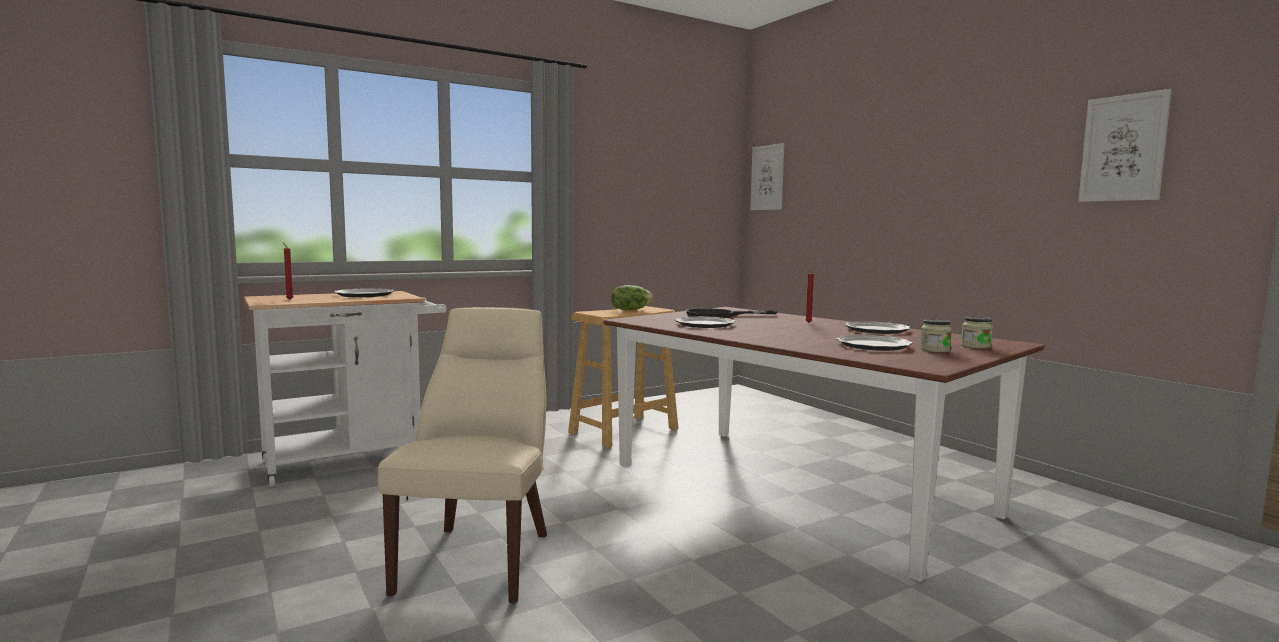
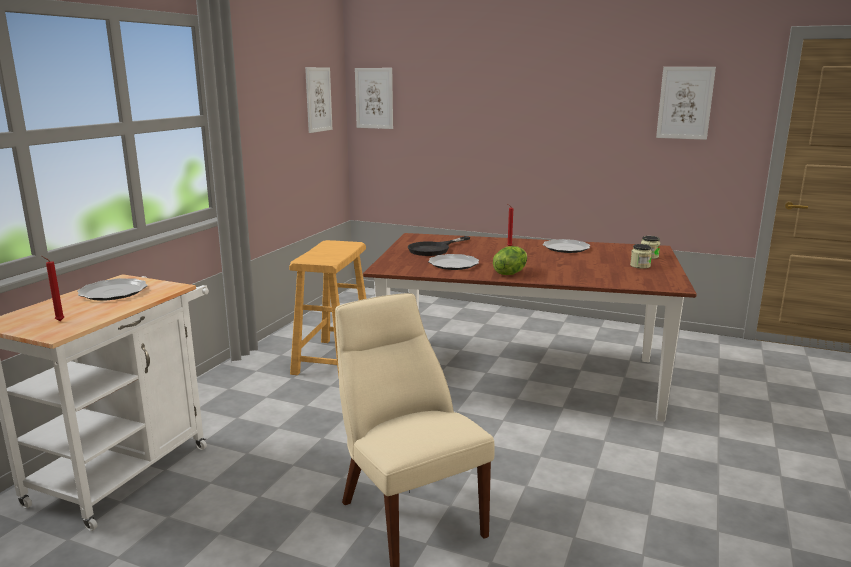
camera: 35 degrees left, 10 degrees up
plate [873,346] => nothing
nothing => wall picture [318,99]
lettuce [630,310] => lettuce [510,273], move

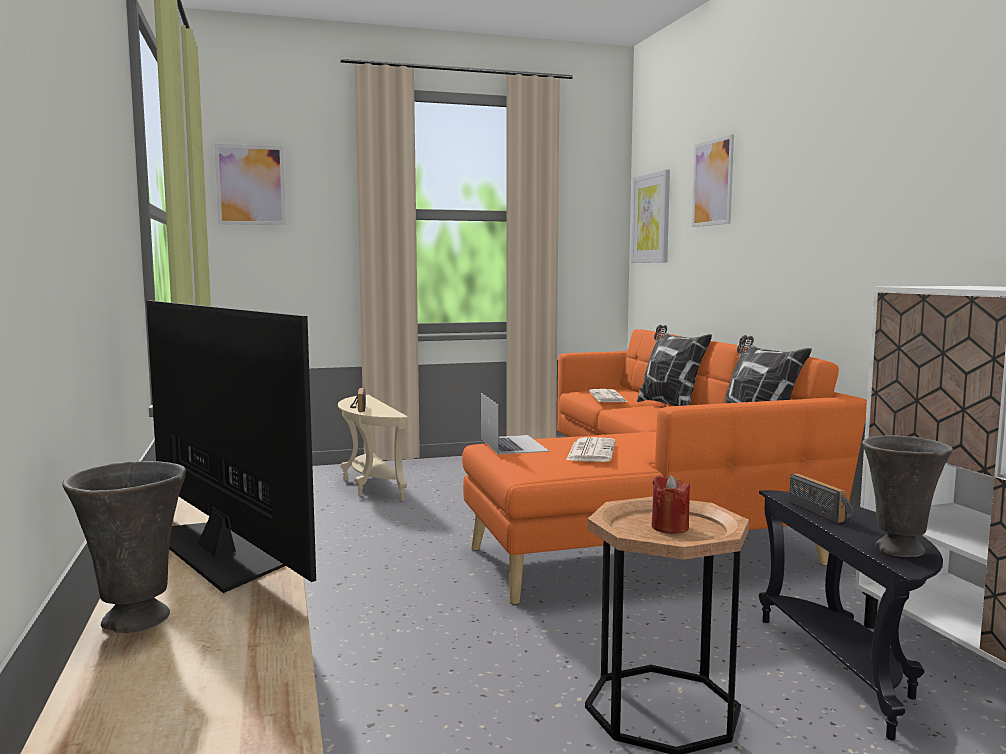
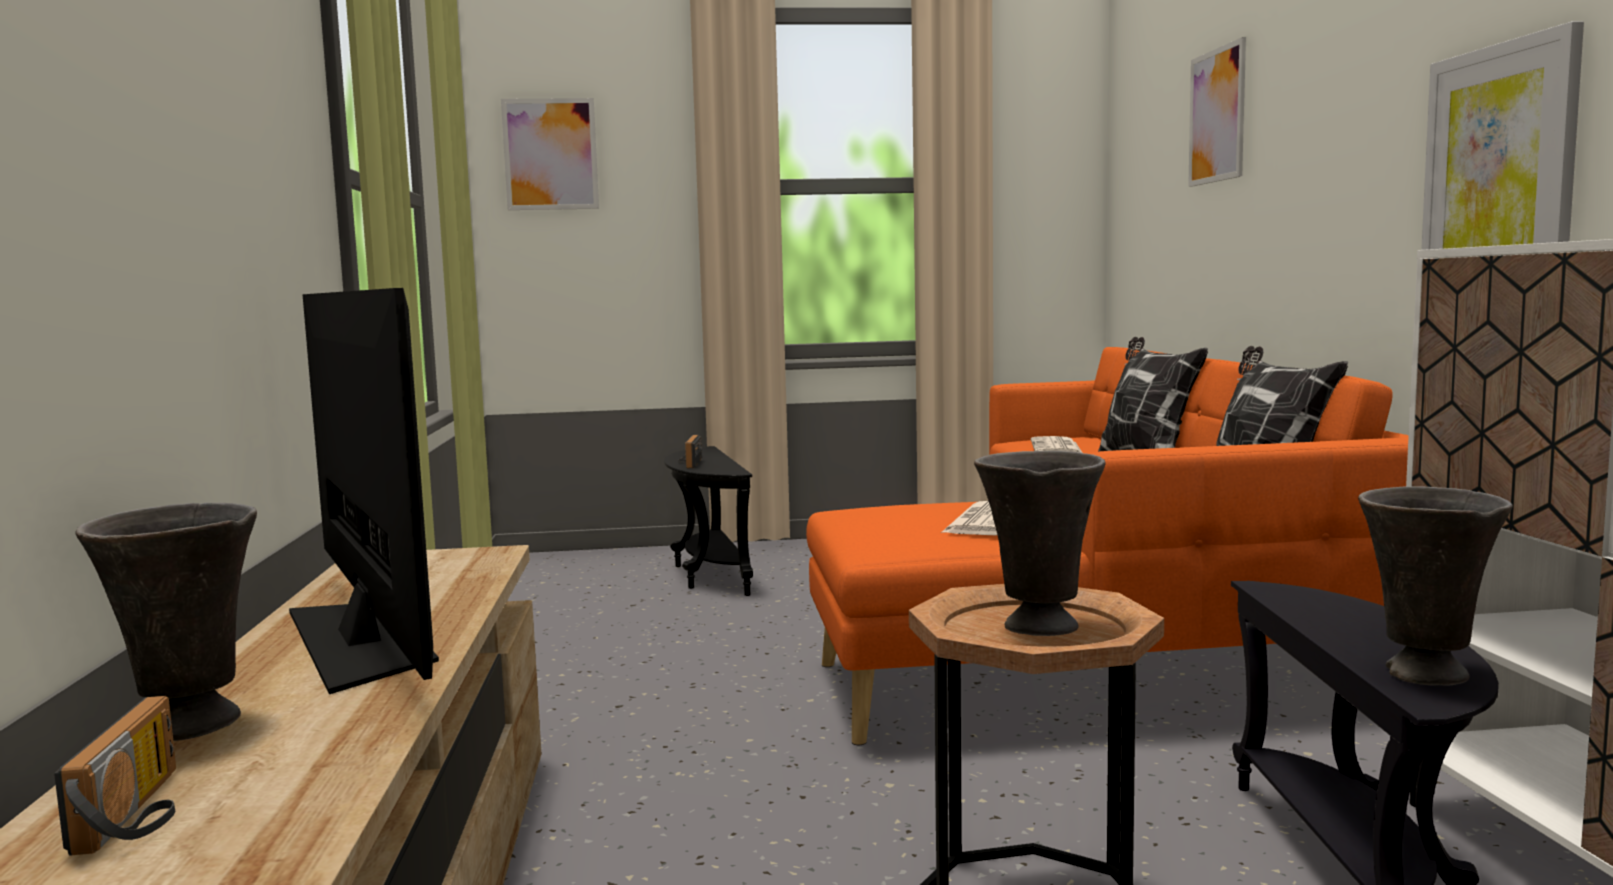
camera: 10 degrees right, 0 degrees up
laptop [513,444] => nothing
wall picture [651,218] => wall picture [1499,167], move
radio receiver [823,512] => radio receiver [143,811], move
reddish candle [670,527] => gray decorative vase [1037,627]
sand-coloured accent table [369,485] => blackish accent table [709,574]

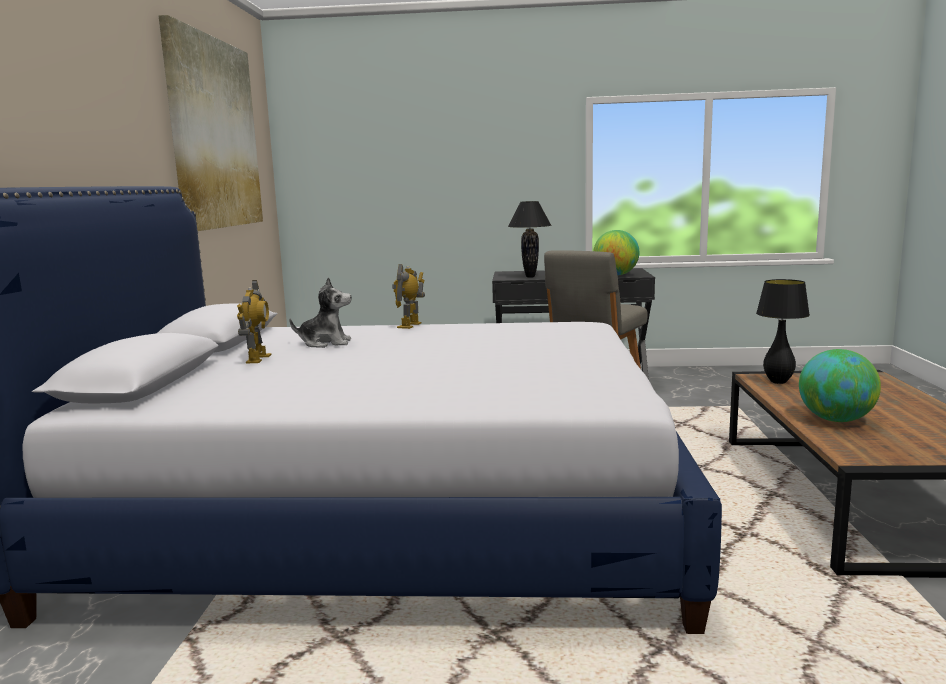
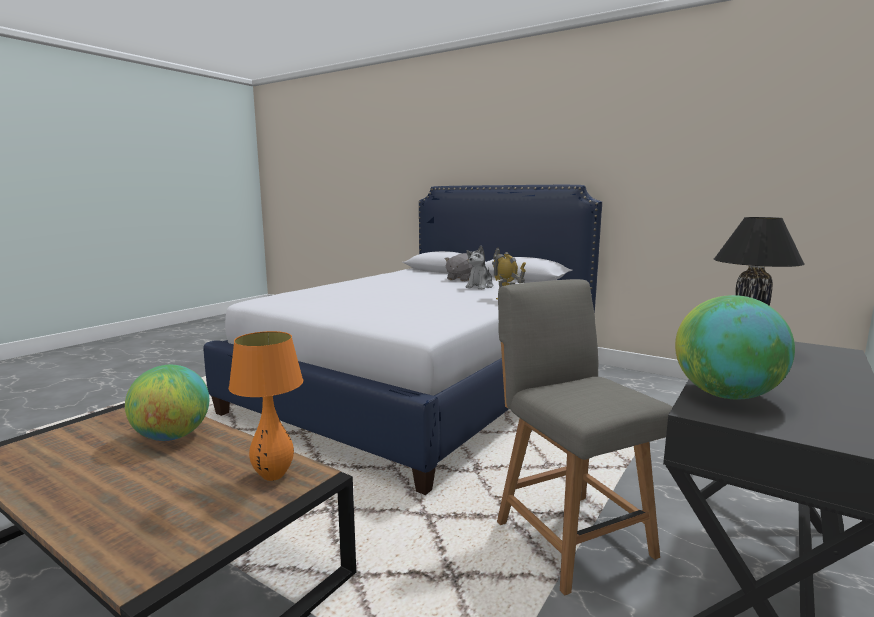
camera: 120 degrees right, 0 degrees up
wall picture [214,134] => nothing
robot figure [257,359] => gray plush toy [461,279]
blackish lamp for a table [778,382] => orangey lamp for a table [273,476]

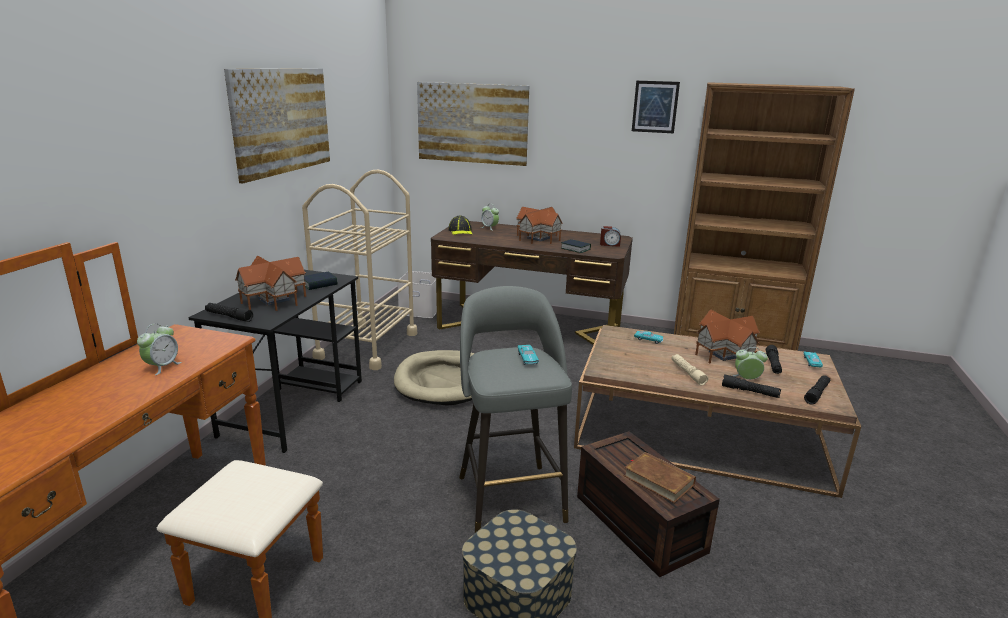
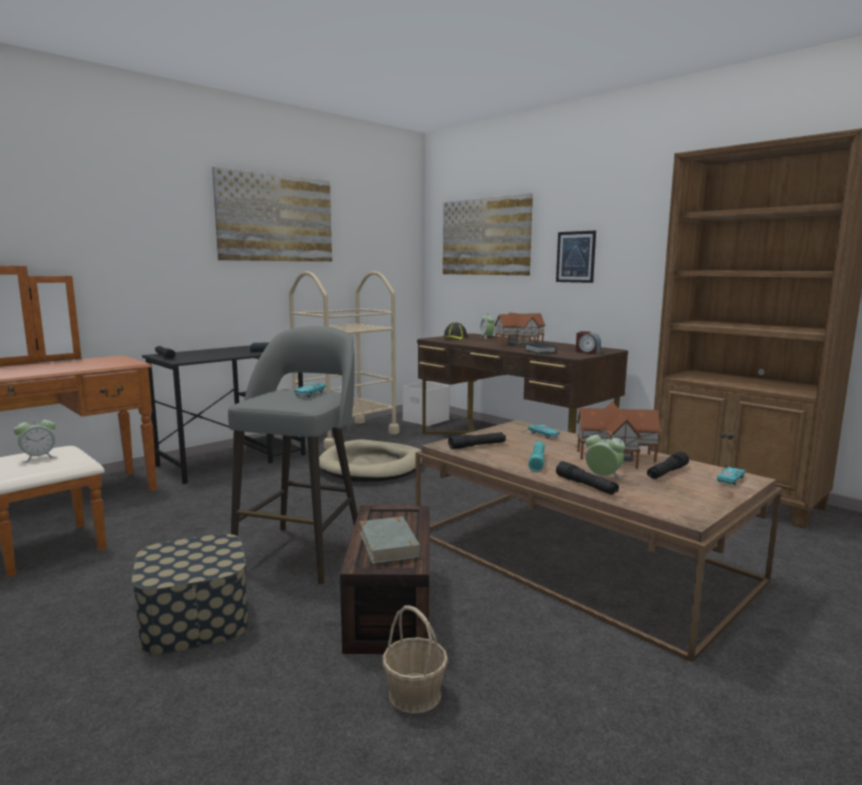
camera: 30 degrees right, 10 degrees down
miniature house [272,300] => nothing
nothing => storage basket [415,694]
alarm clock [162,367] => alarm clock [39,458], move
wall picture [655,107] => wall picture [575,257], move
blackish hand torch [817,394] => blackish hand torch [477,446], move
brownish volume [658,480] => gray volume [389,544]
sand-coloured hand torch [687,373] => turquoise hand torch [537,461]

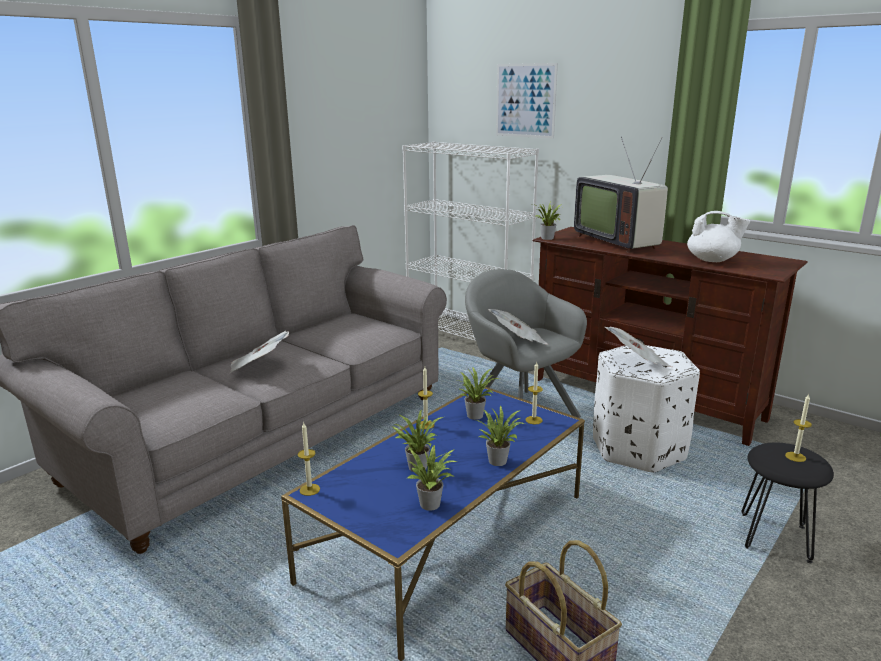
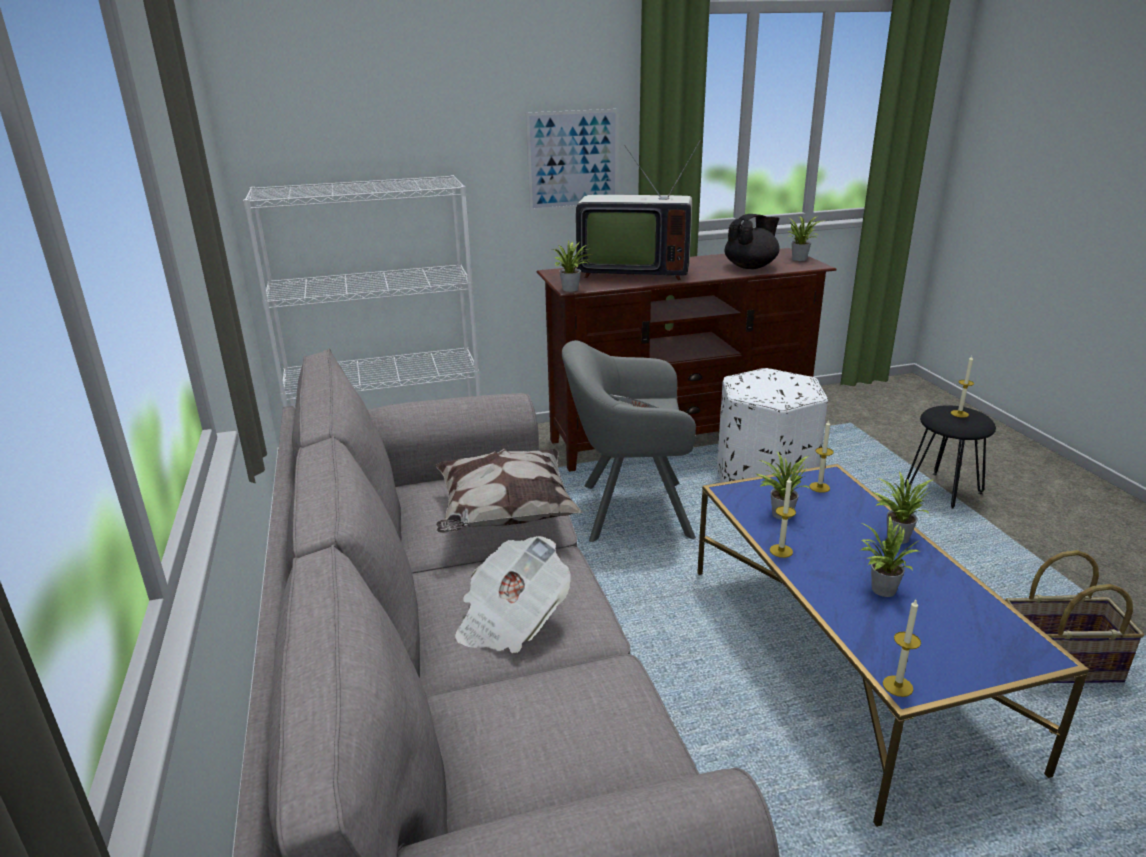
camera: 55 degrees left, 5 degrees up
daily paper [637,363] => nothing
nothing => throw pillow [504,516]
potted plant [432,504] => potted plant [799,258], move
wall picture [525,100] => wall picture [573,160], move
white-coloured teapot [713,260] => blackish teapot [751,267]

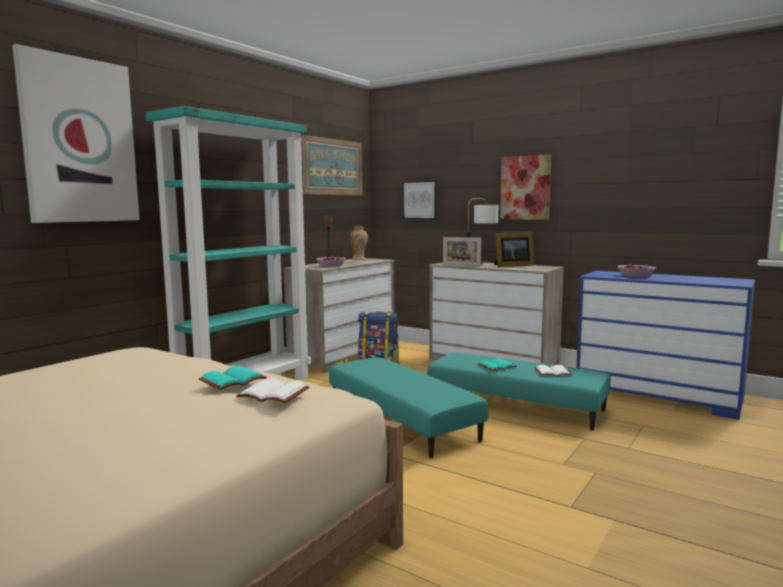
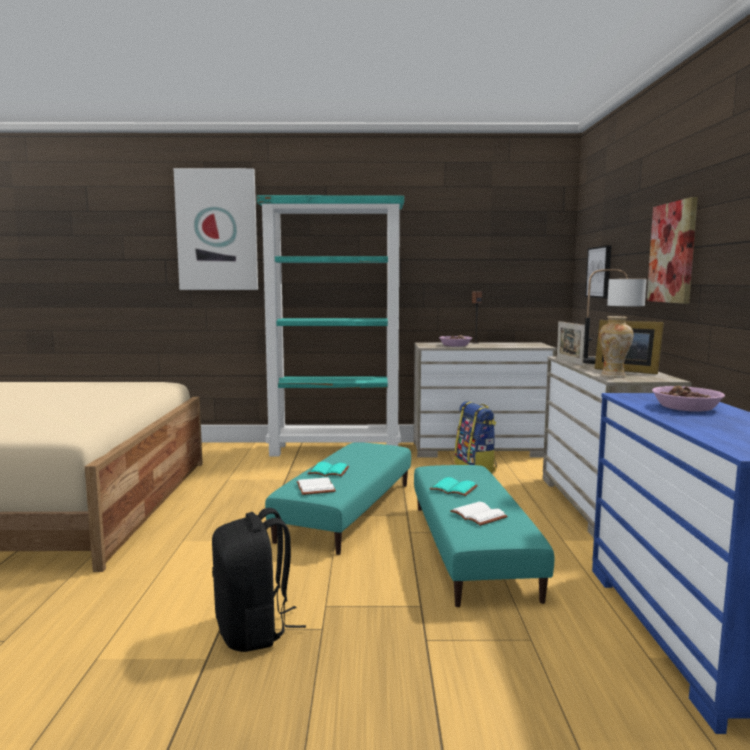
camera: 55 degrees right, 0 degrees up
wall picture [333,167] => nothing
nothing => blackish backpack [254,631]
turquoise volume [233,381] => turquoise volume [327,472], move
white-coloured volume [272,394] => white-coloured volume [314,488], move
decorative vase [359,259] => decorative vase [613,376], move

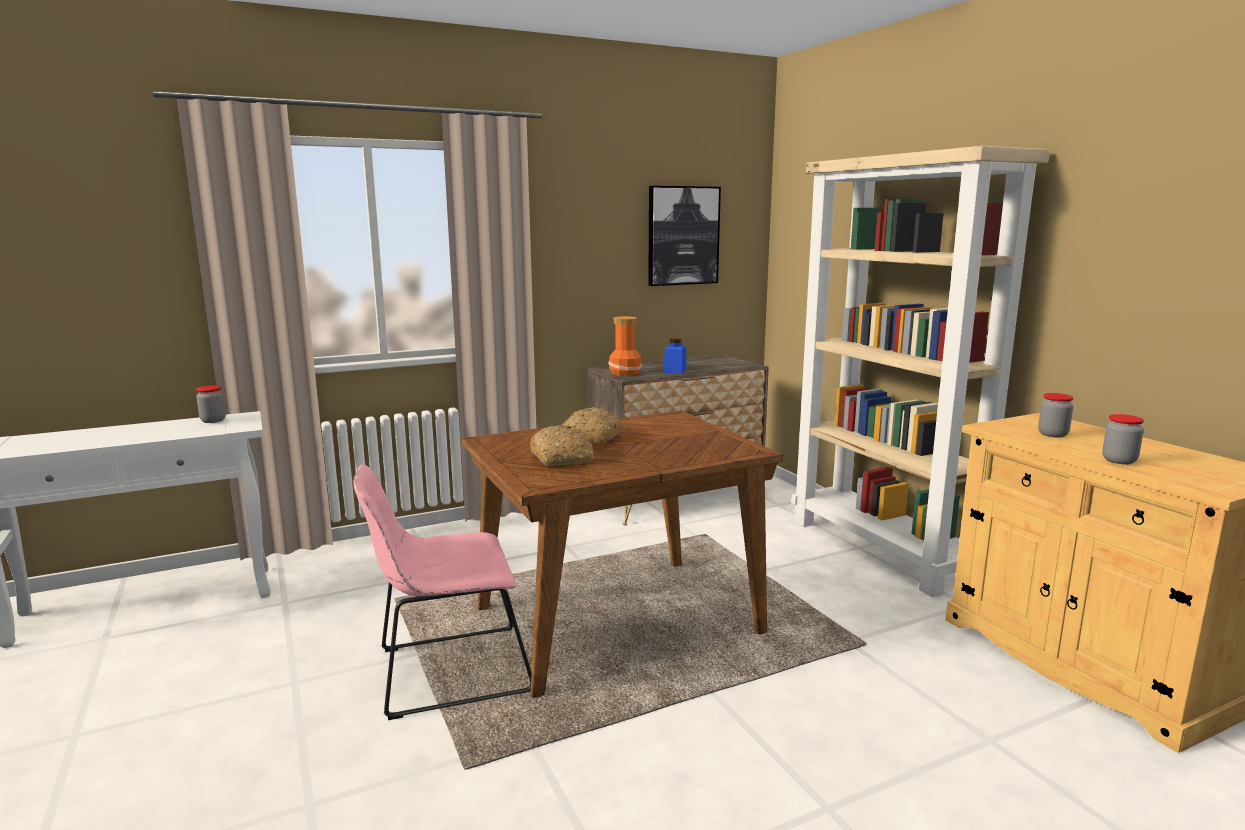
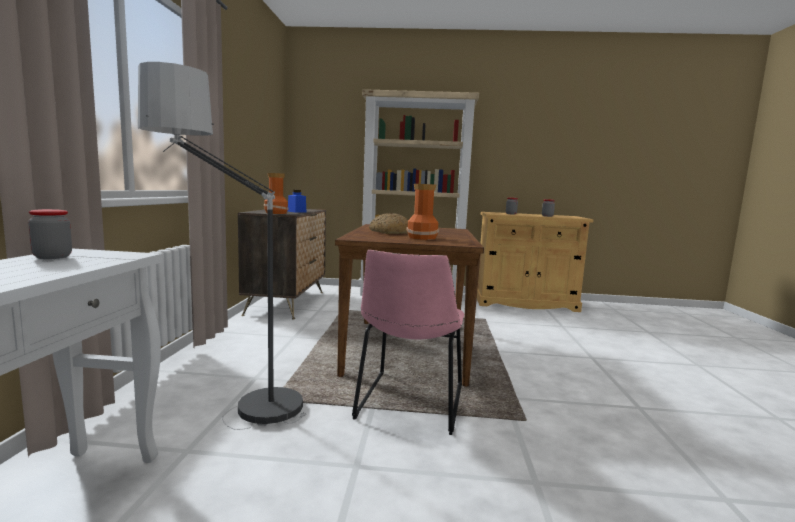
camera: 60 degrees left, 5 degrees down
wall picture [683,236] => nothing
nothing => standard lamp [226,401]
bakery bread [563,458] => decorative vase [422,238]

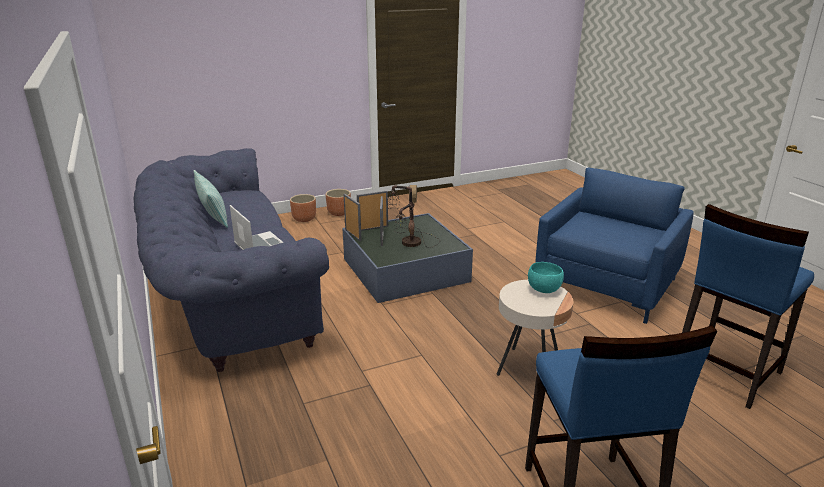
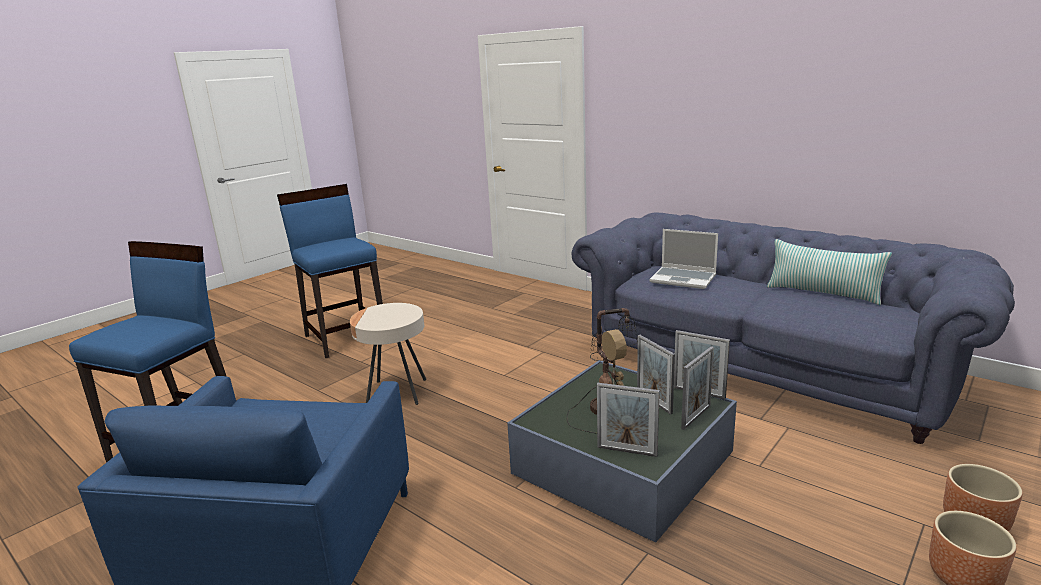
camera: 155 degrees right, 5 degrees down
turquoise bowl [544,290] => nothing
nothing => photo frame [627,451]

